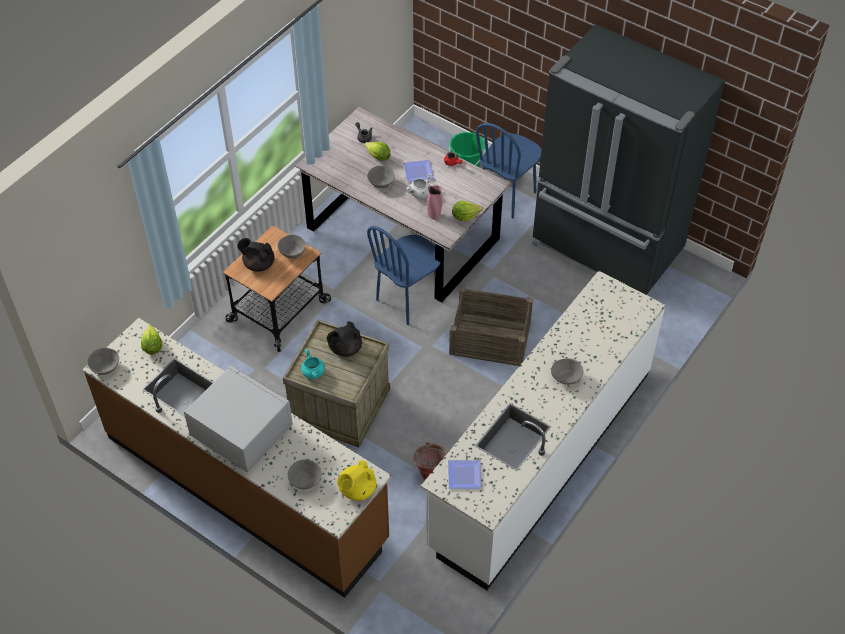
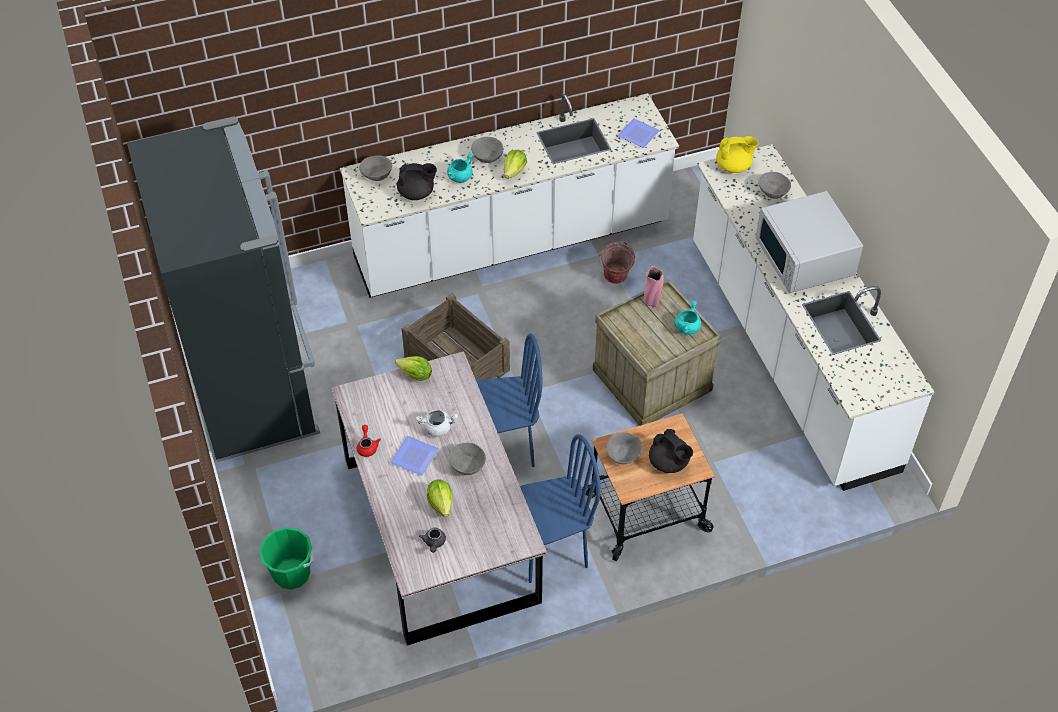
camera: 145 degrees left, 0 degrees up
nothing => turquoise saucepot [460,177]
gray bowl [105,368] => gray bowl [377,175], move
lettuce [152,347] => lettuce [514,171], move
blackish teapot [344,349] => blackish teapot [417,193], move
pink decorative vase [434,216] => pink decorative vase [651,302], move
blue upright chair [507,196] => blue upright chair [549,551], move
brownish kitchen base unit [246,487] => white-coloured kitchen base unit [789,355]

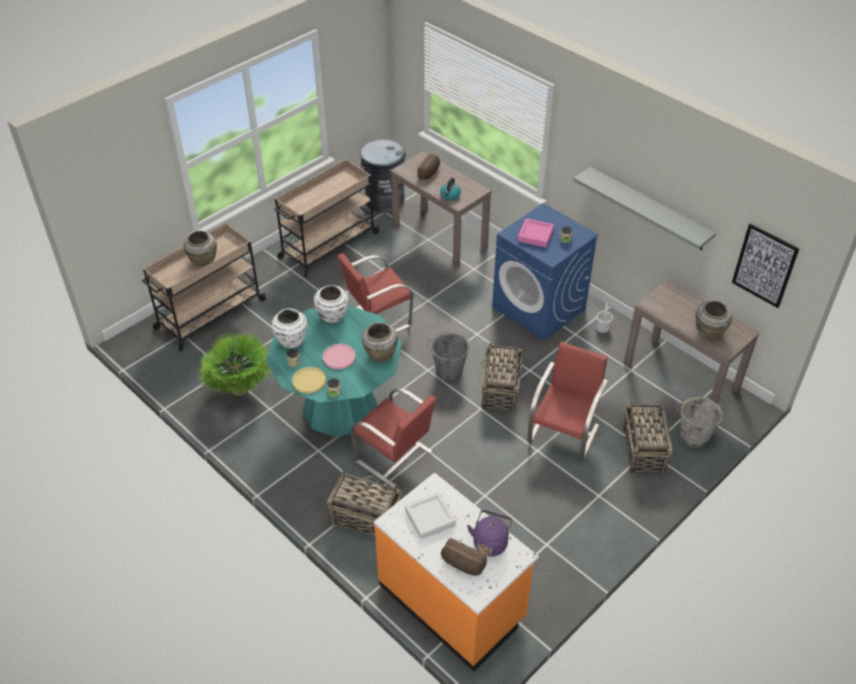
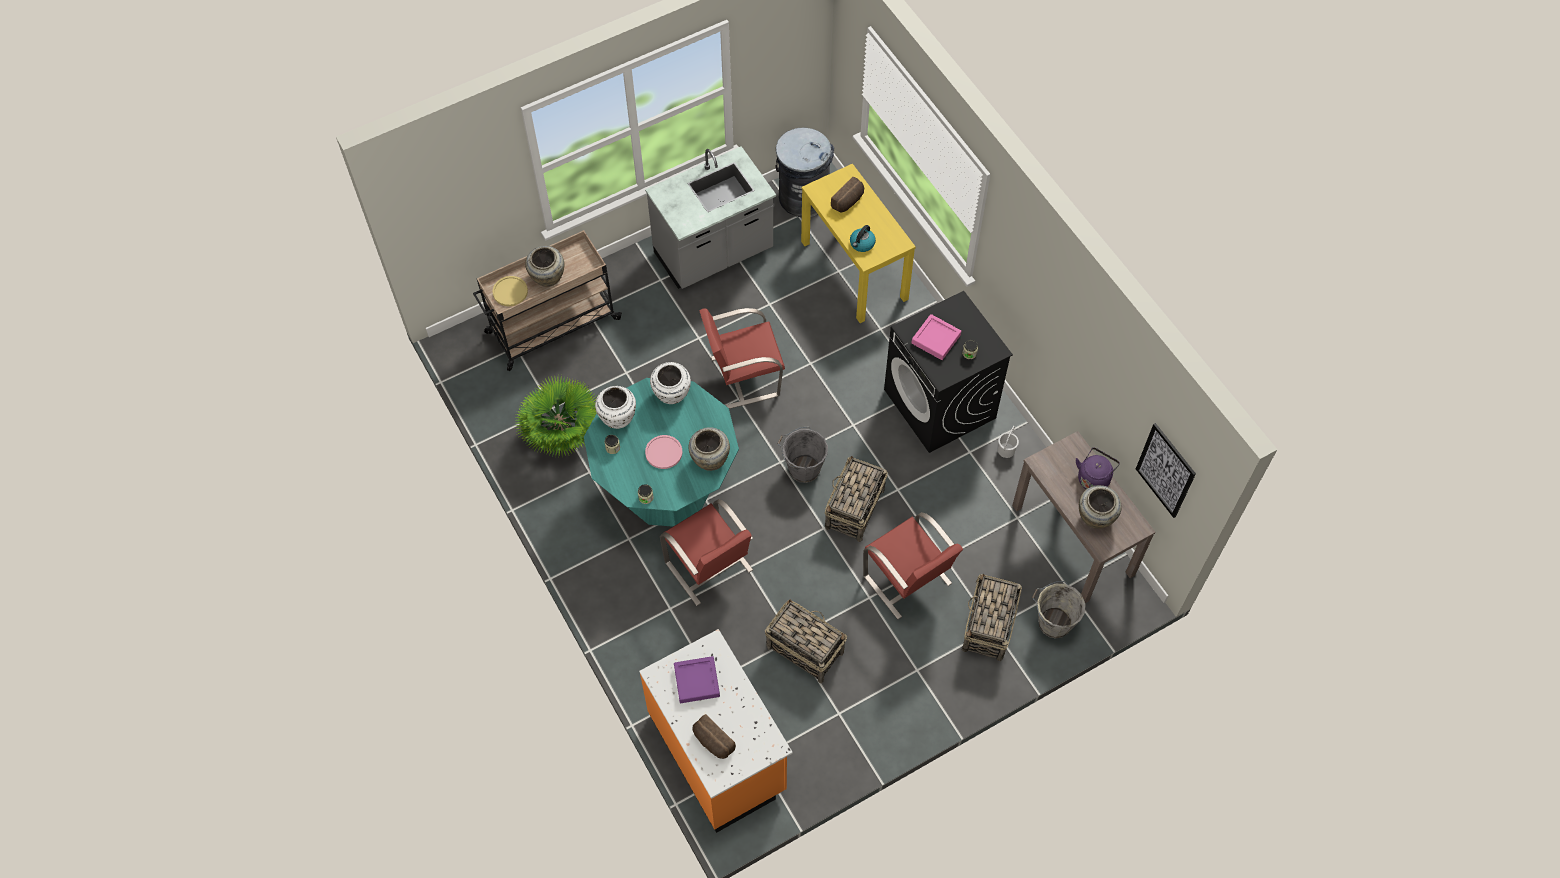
camera: 15 degrees right, 15 degrees up
gray shelf [648,209] => nothing
yellow-coloured plate [309,381] => yellow-coloured plate [510,292], move
storage basket [365,518] => storage basket [804,649], move
purplish tea kettle [490,542] => purplish tea kettle [1094,477], move
sand-coloured wheeled cart [327,246] => gray kitchen base unit [714,254]
brownish hall table [440,237] => yellow-coloured hall table [854,270]
gray carrying tray [430,518] => purplish carrying tray [697,681]
blue laundry machine [539,308] => blackish laundry machine [940,404]
reddish upright chair [564,432] => reddish upright chair [908,581], 105 degrees clockwise

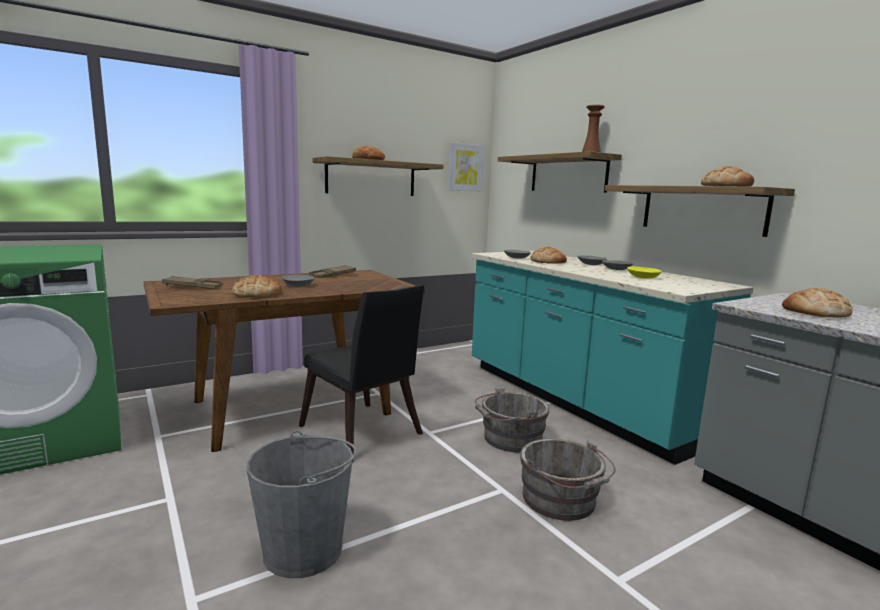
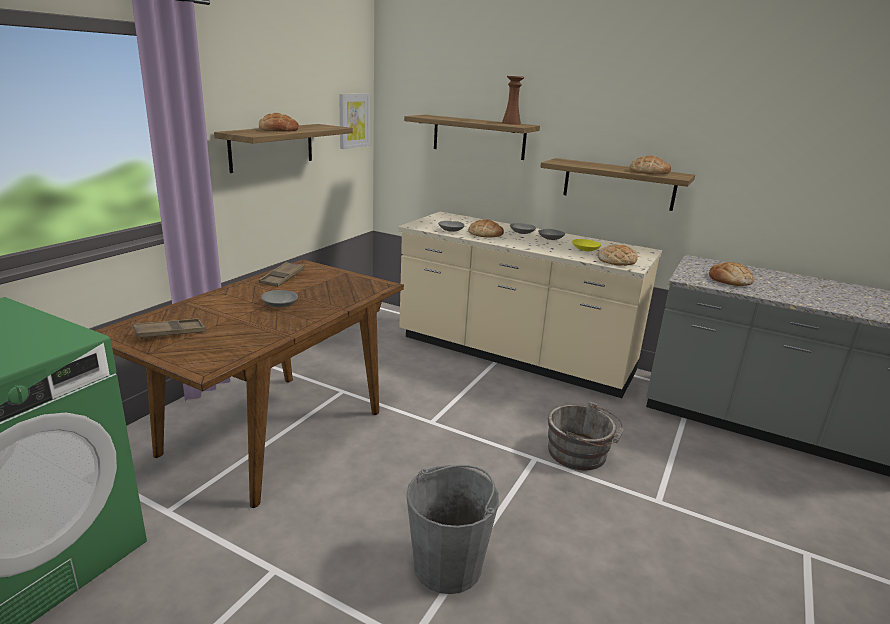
camera: 30 degrees left, 10 degrees up
blackish upright chair [363,434] => nothing
gray bucket [509,439] => nothing
bakery bread [257,294] => bakery bread [616,260], move
turquoise kitchen base unit [576,401] => sand-coloured kitchen base unit [513,356]

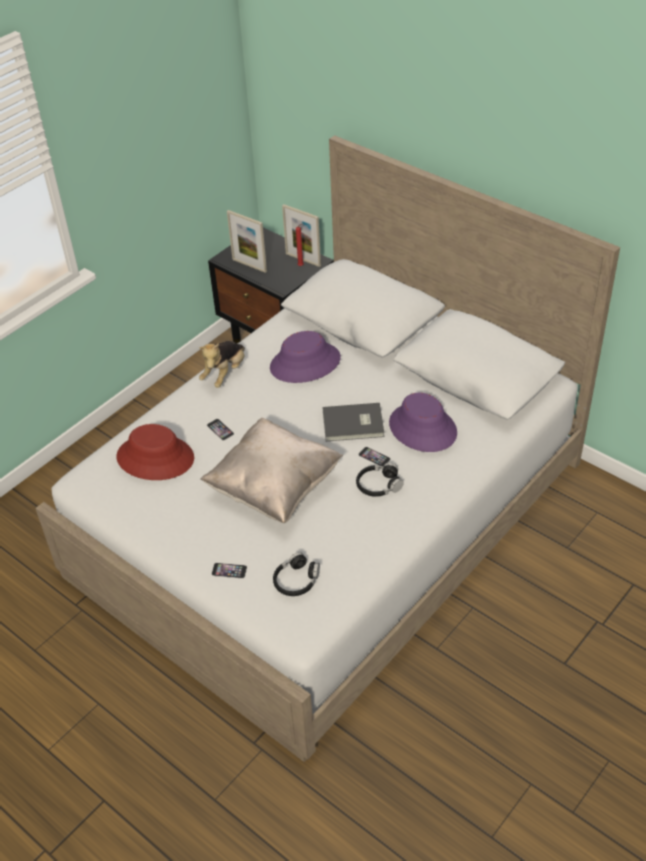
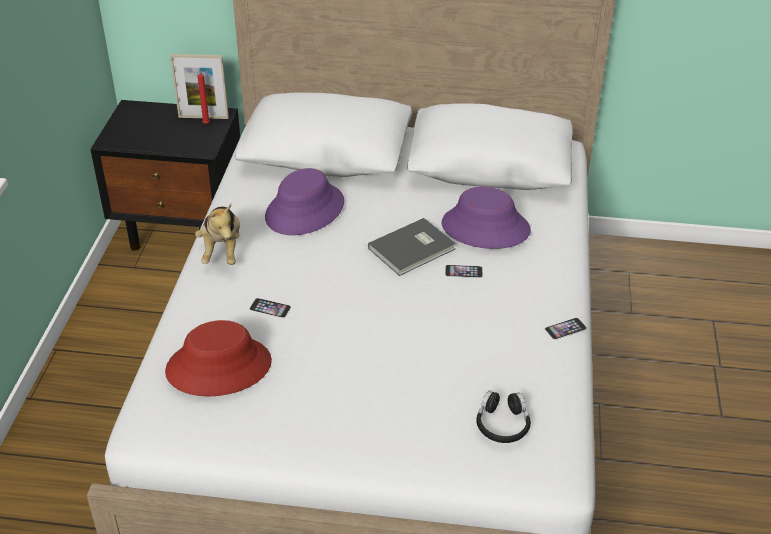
camera: 35 degrees left, 5 degrees down
sand-coloured throw pillow [274,488] => nothing
photo frame [249,265] => nothing
blackish pair of headphones [378,485] => nothing
handset [229,570] => handset [565,328], move

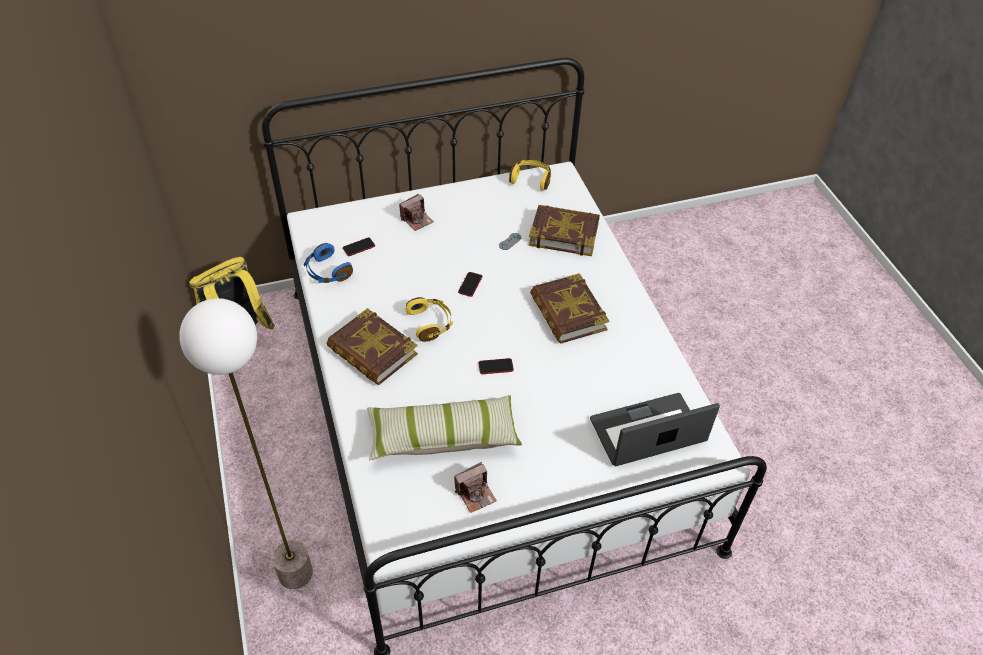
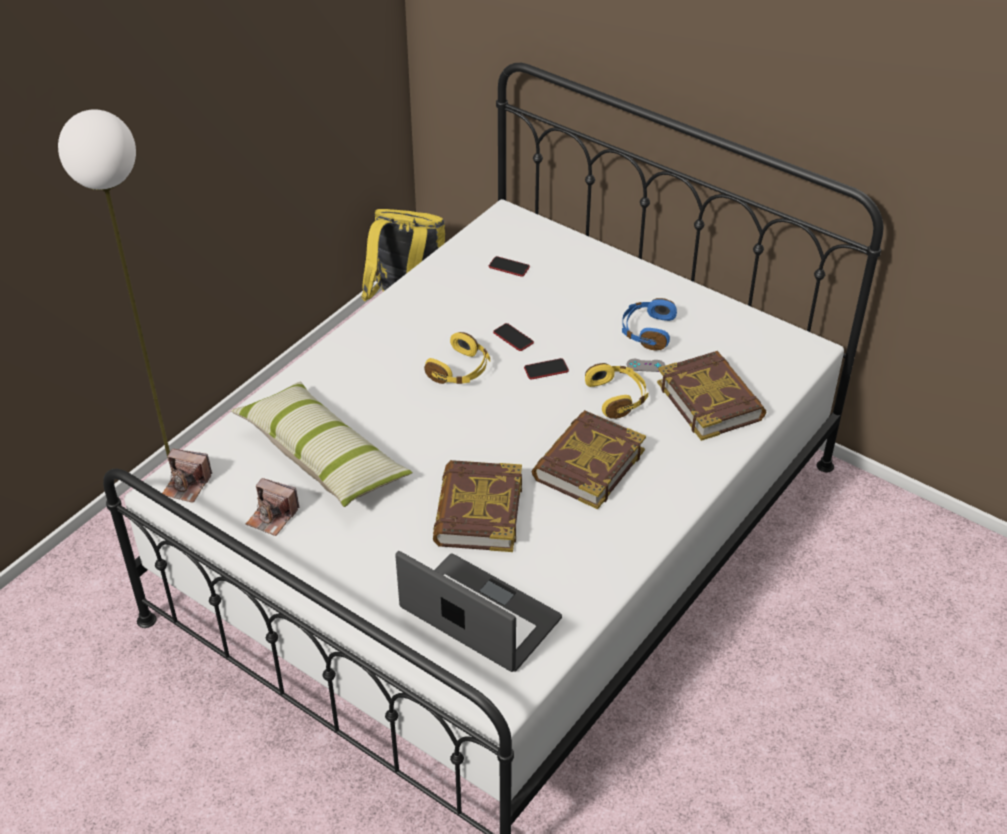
camera: 55 degrees right, 5 degrees down
blue pair of headphones [327,272] => blue pair of headphones [647,331], move
volume [372,352] => volume [478,512], move
photo camera [417,220] => photo camera [187,485], move
handset [496,367] => handset [513,338], move
yellow-coloured pair of headphones [531,179] => yellow-coloured pair of headphones [617,397], move

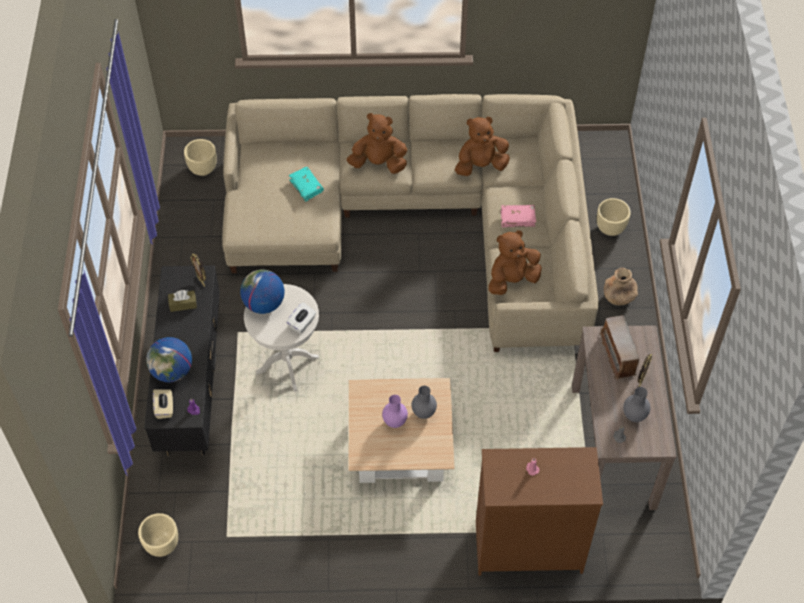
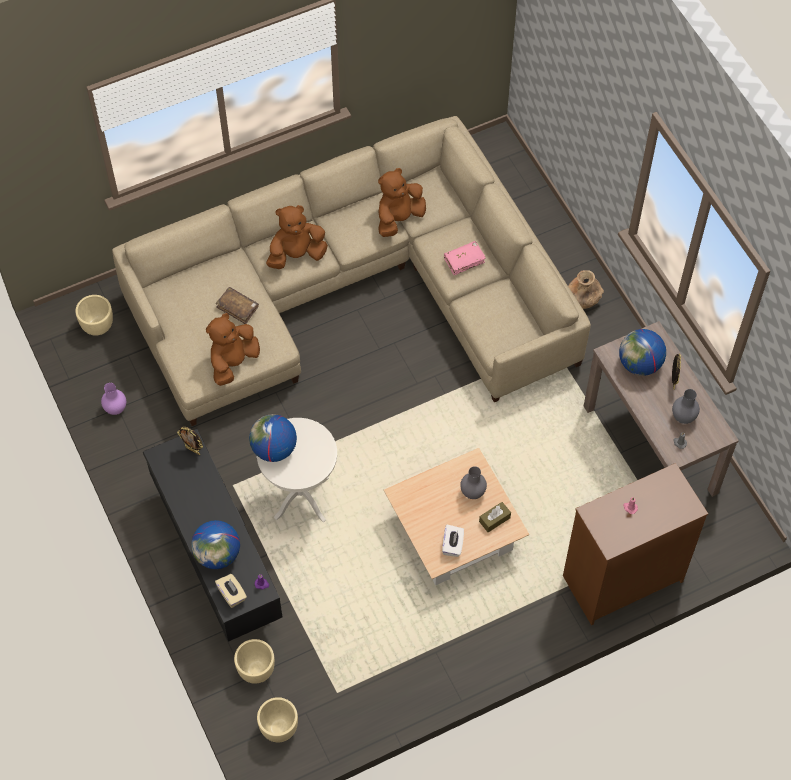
camera: 25 degrees left, 5 degrees up
brownish box of tissues [183,304] => brownish box of tissues [494,519], move
white-coloured box of tissues [302,323] => white-coloured box of tissues [452,545], move
purplish decorative vase [395,422] => purplish decorative vase [116,409], move
brownish plush toy [512,280] => brownish plush toy [233,362], move
sand-coloured plant pot [610,229] => sand-coloured plant pot [257,671], move
radio receiver [618,355] => globe [639,364]
turquoise volume [306,186] => brownish volume [237,308]

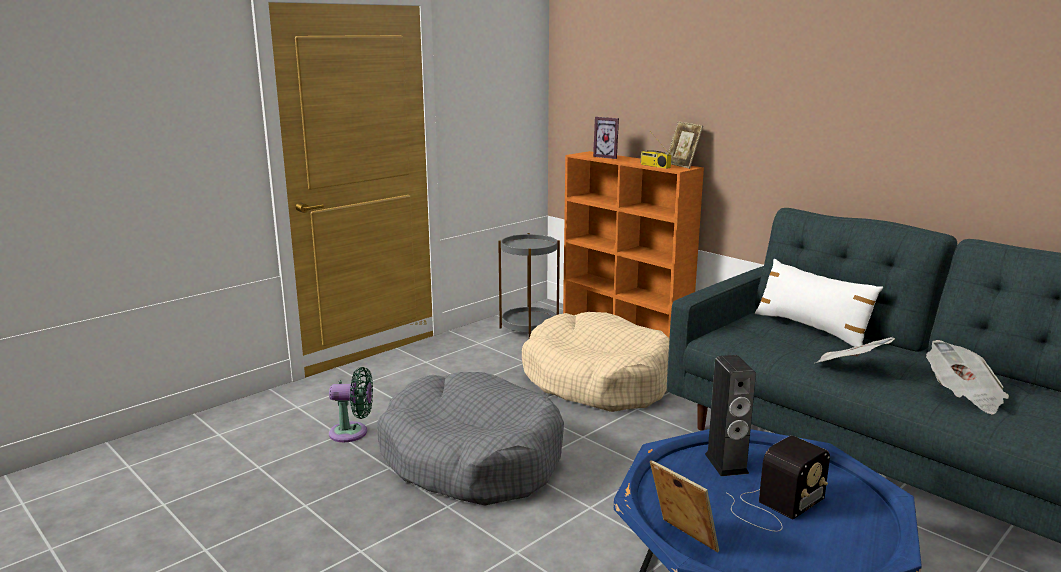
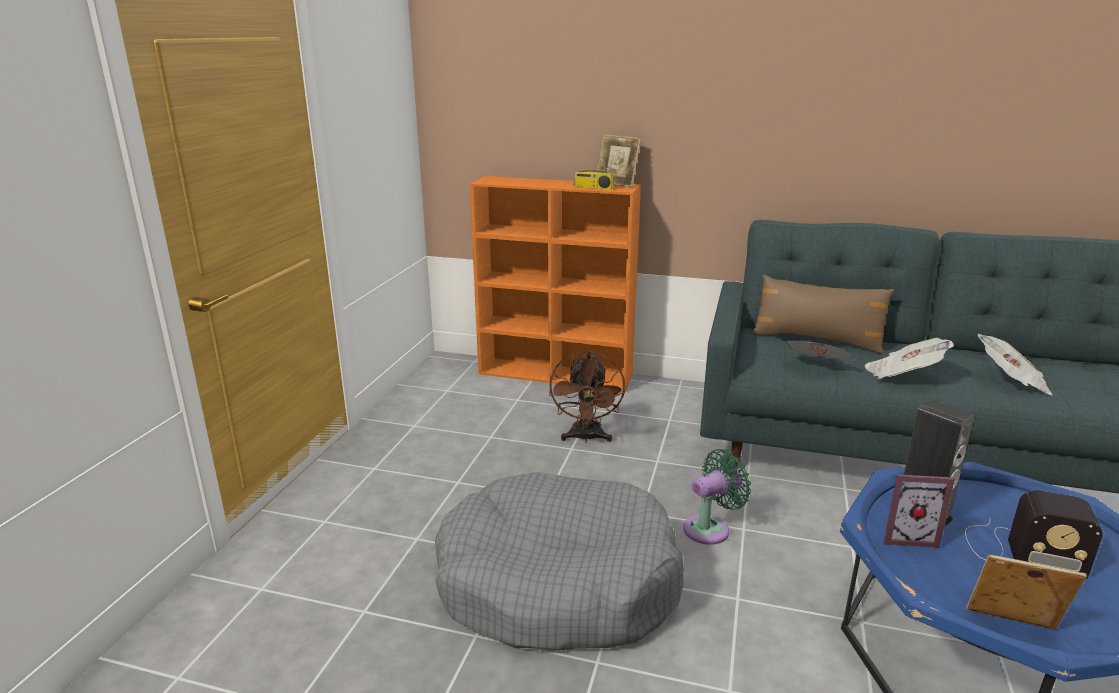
camera: 30 degrees left, 5 degrees up
gray accent table [529,327] => nothing
nothing => daily paper [815,367]
green-coloured cooling fan [352,433] => green-coloured cooling fan [710,528], move
photo frame [608,156] => photo frame [906,536], move
sand-coloured dog cushion [597,380] => brownish cooling fan [586,438]
white-coloured throw pillow [811,329] => brownish throw pillow [816,340]
radio receiver [775,506] => radio receiver [1018,550], 90 degrees clockwise

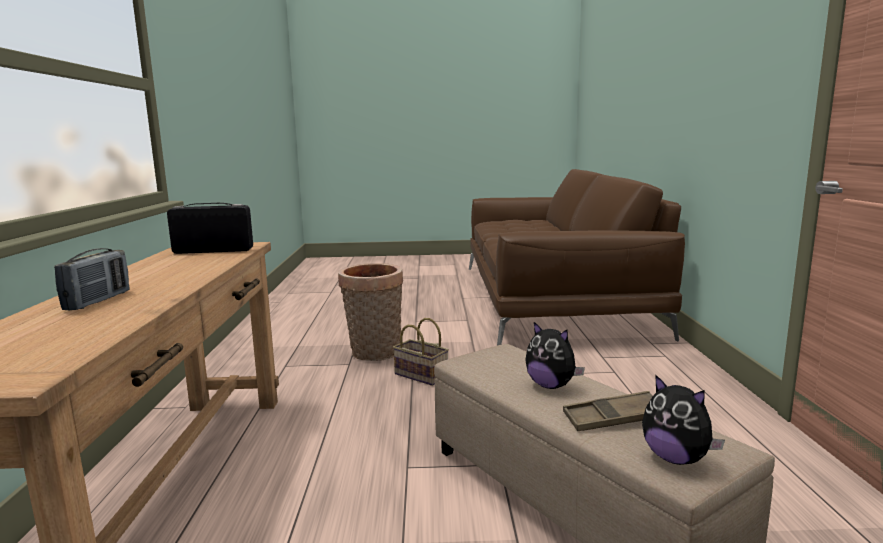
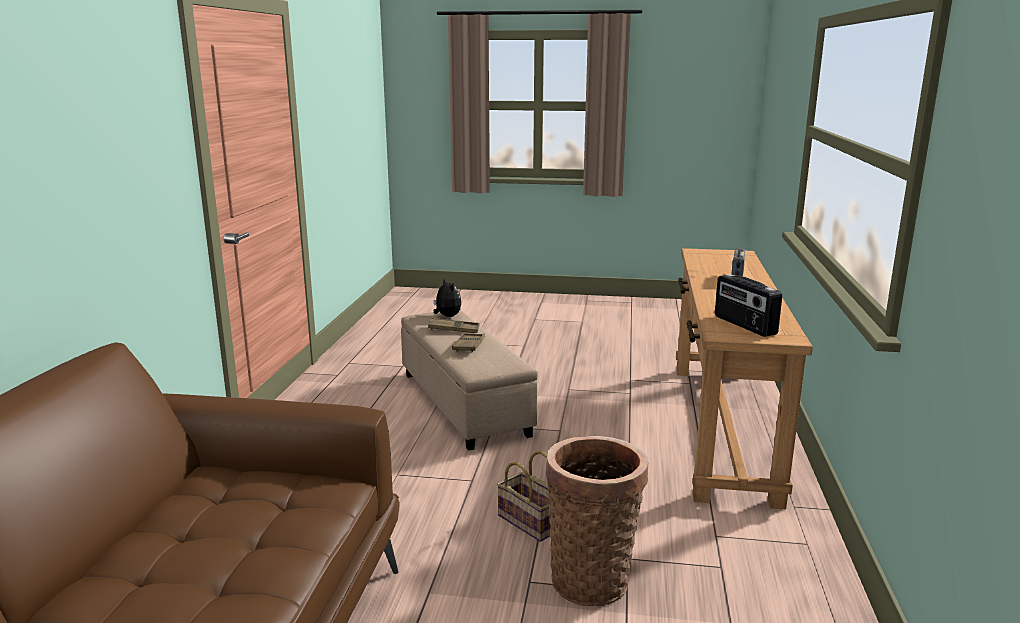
camera: 170 degrees left, 5 degrees up
plush toy [551,385] => brownish carrying tray [469,346]
radio receiver [213,251] => radio receiver [744,325], 60 degrees clockwise

